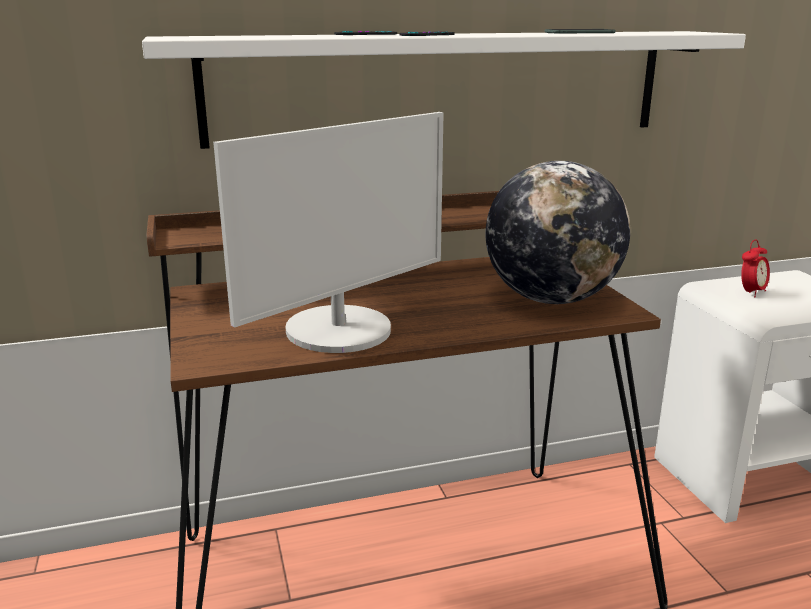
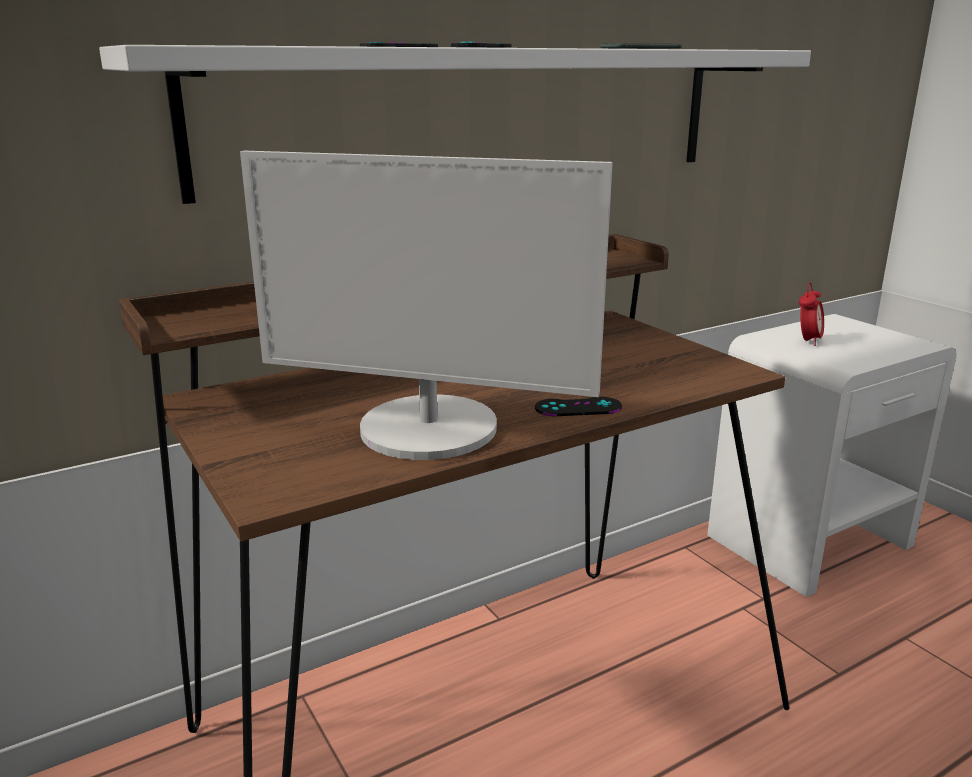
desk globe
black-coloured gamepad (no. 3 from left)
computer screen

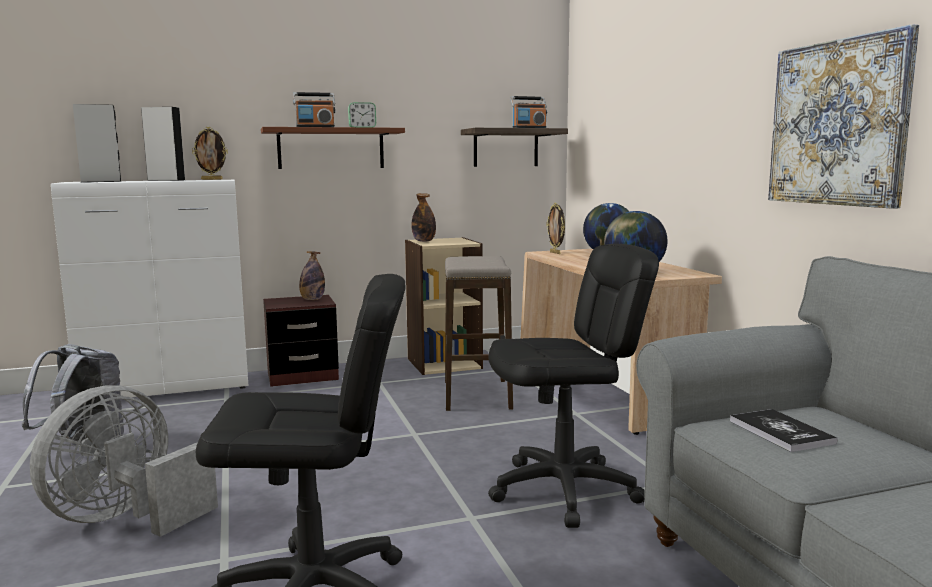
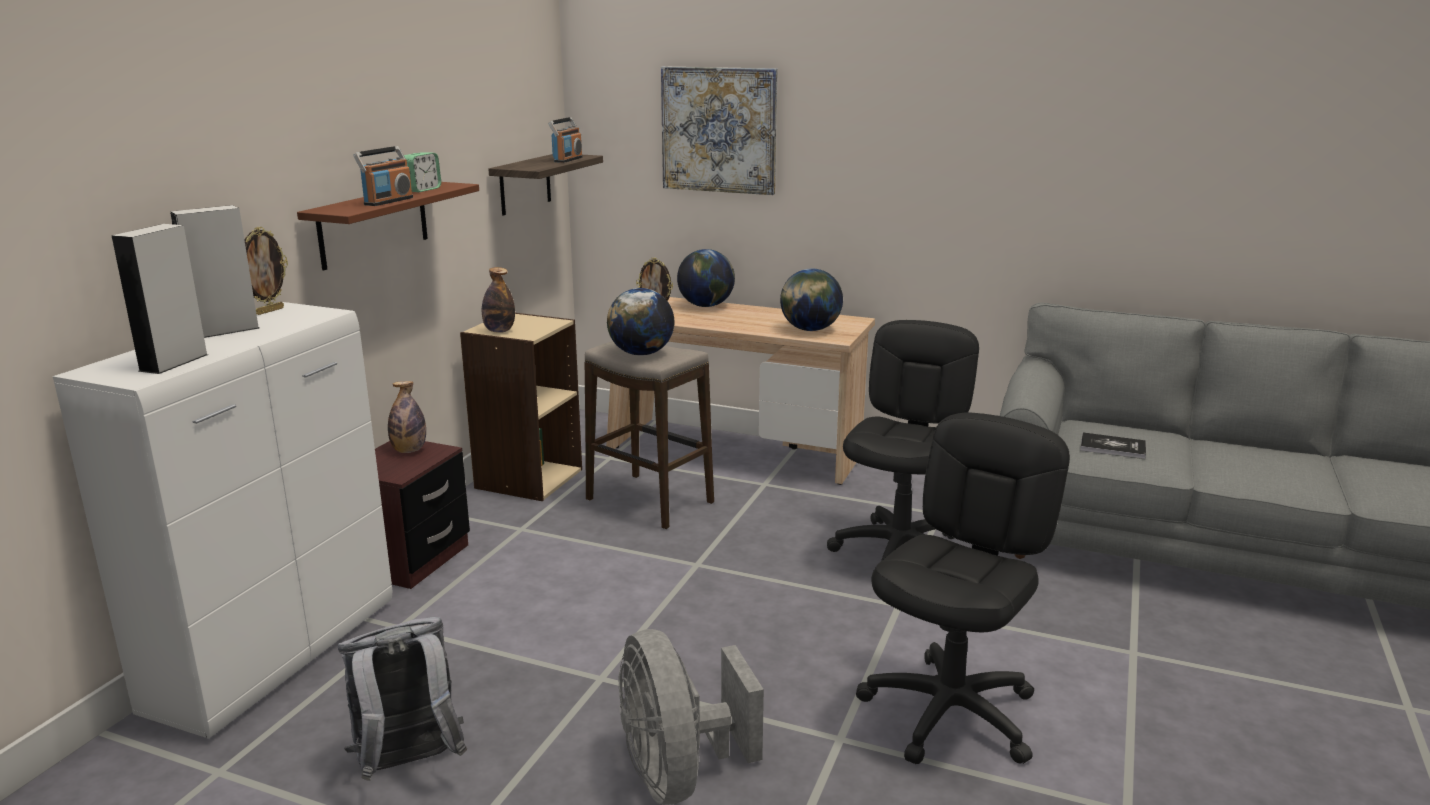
desk globe (no. 1 from left)
picture

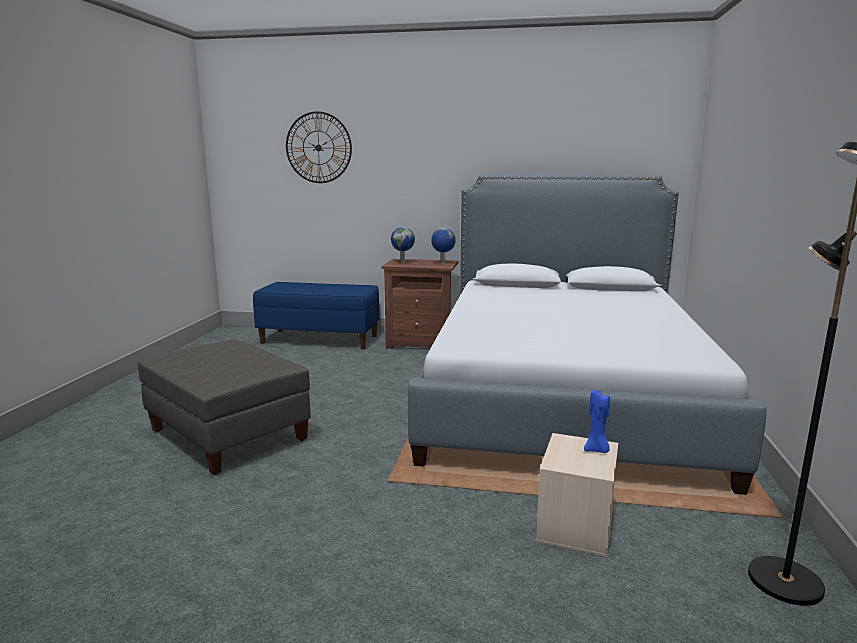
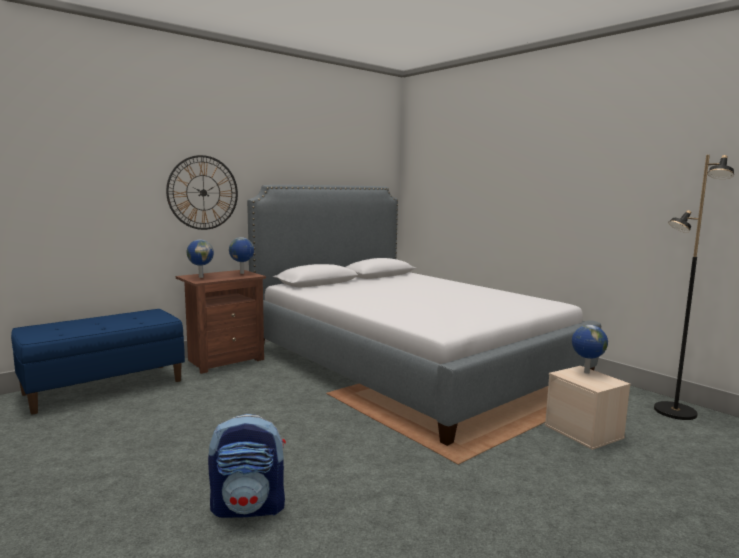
clock on the wall
knapsack
desk globe (no. 3 from left)

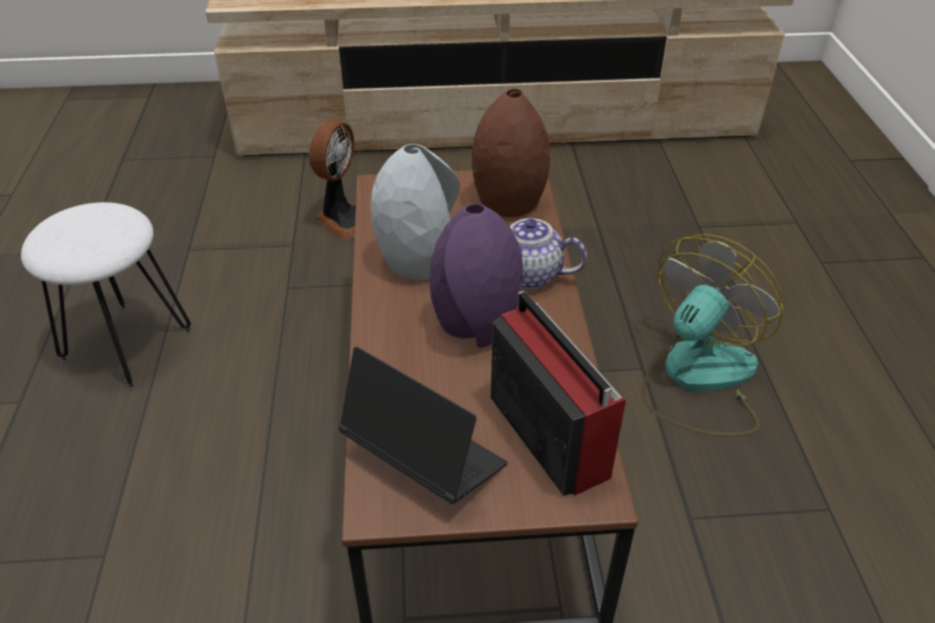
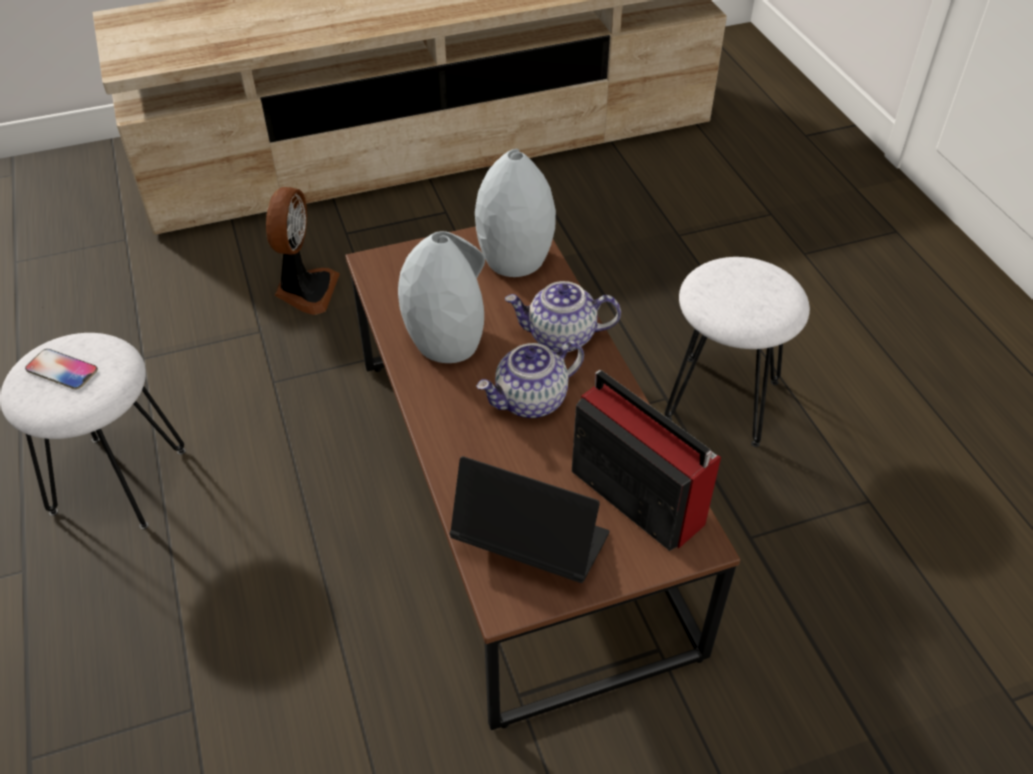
telephone
tea pot (no. 1 from left)
white-coloured stool (no. 2 from left)
grey decorative vase (no. 2 from left)

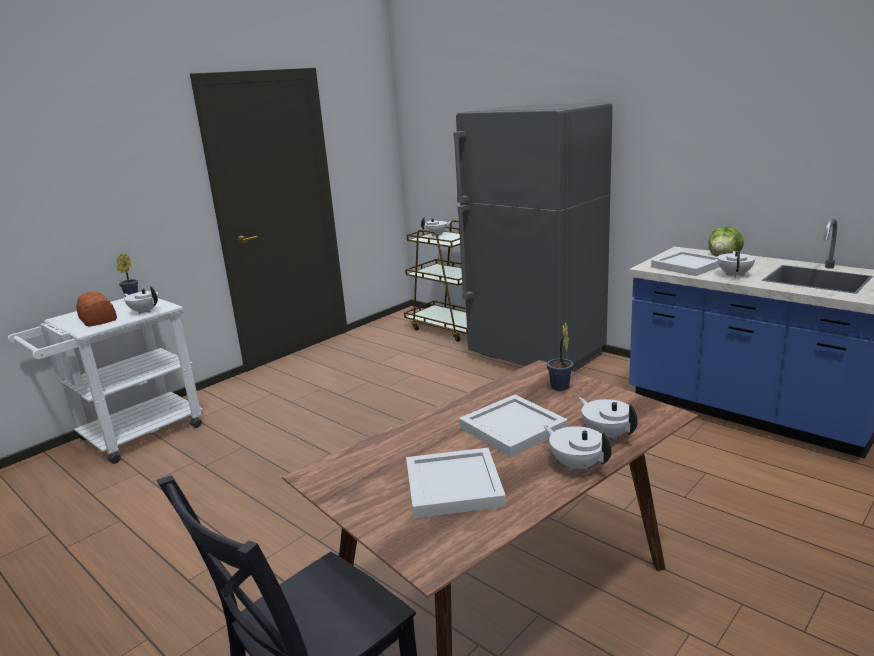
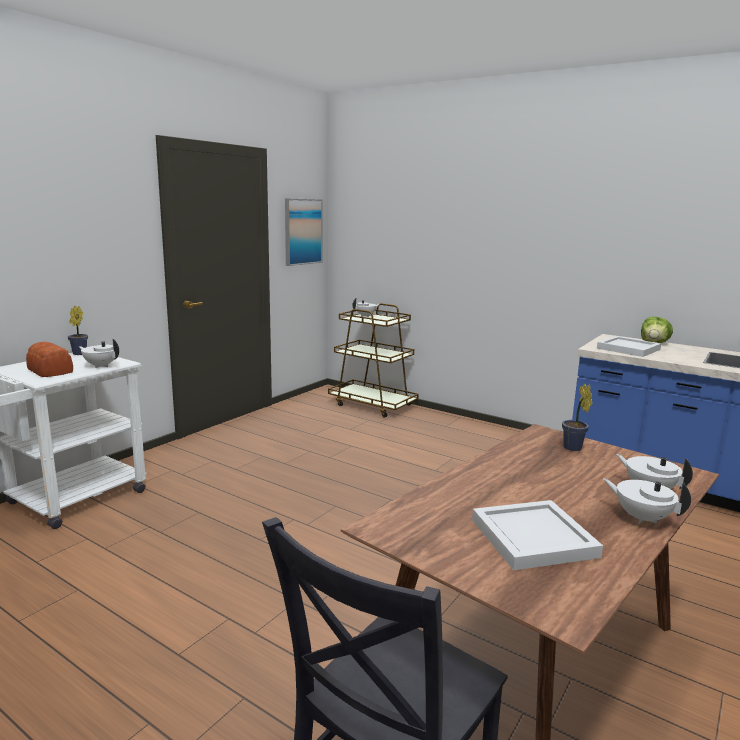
grey fridge
white-coloured tray (no. 2 from left in the first image)
white-coloured tea pot (no. 5 from left in the first image)
picture

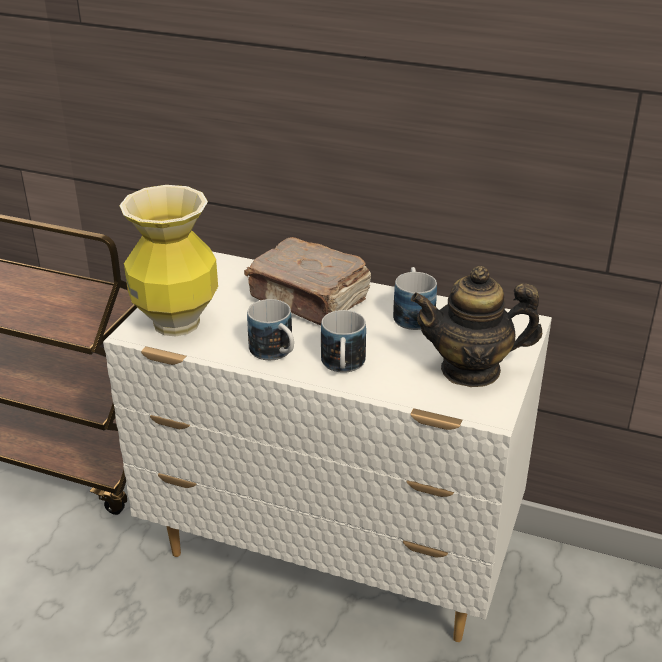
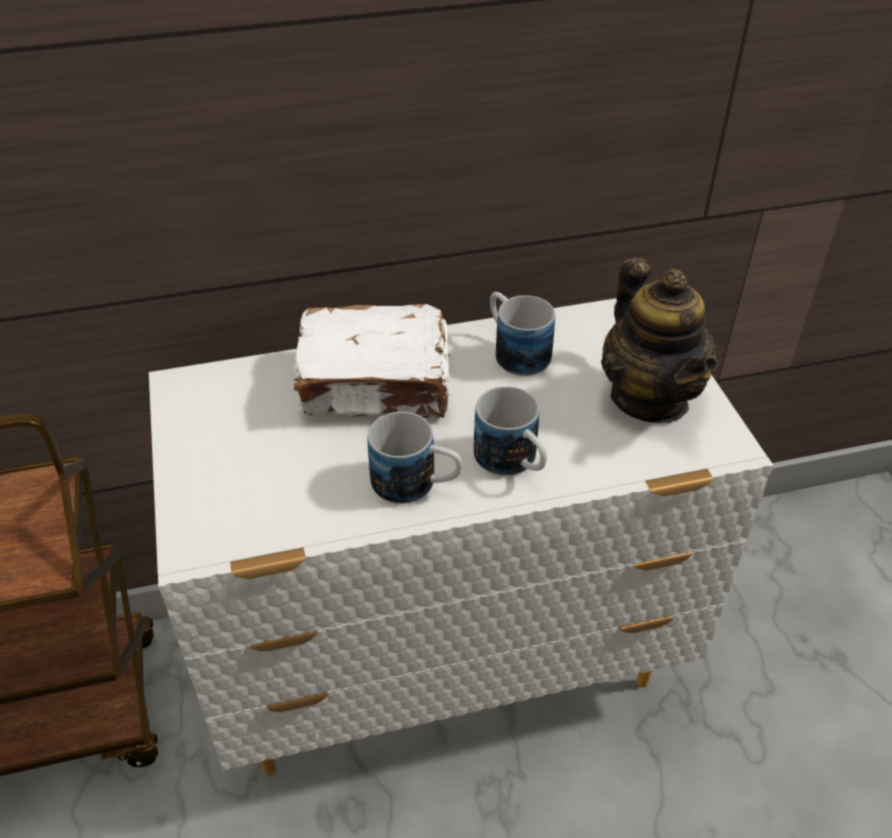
decorative vase
white-coloured book
tea pot

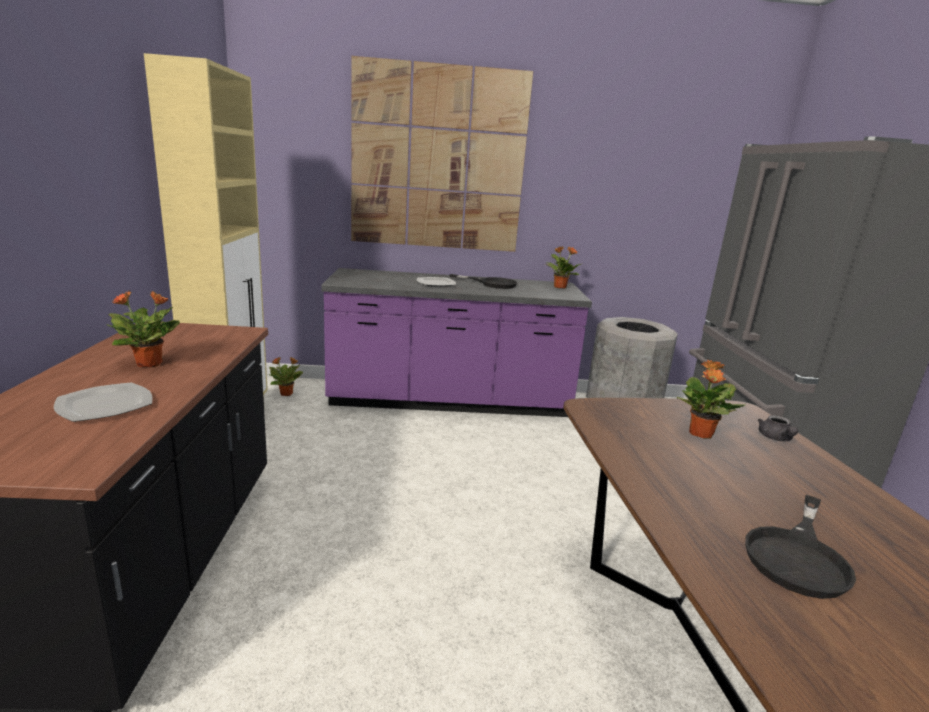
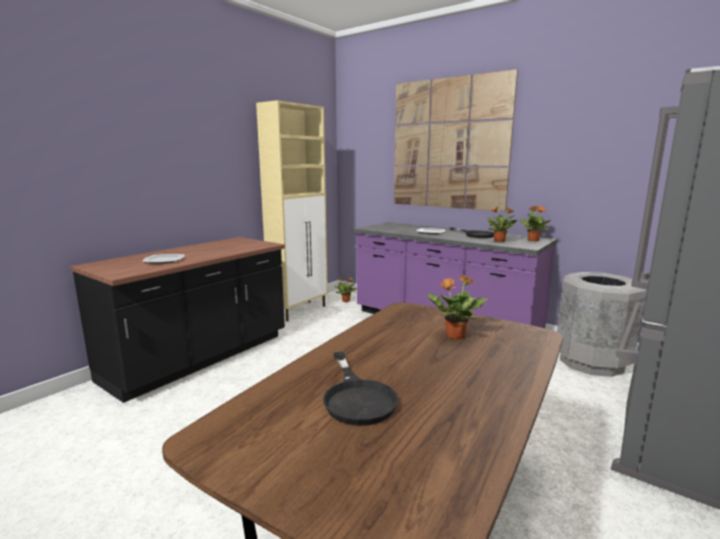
grey tea pot
plant in a pot (no. 3 from left)
black-coloured pan (no. 1 from left)

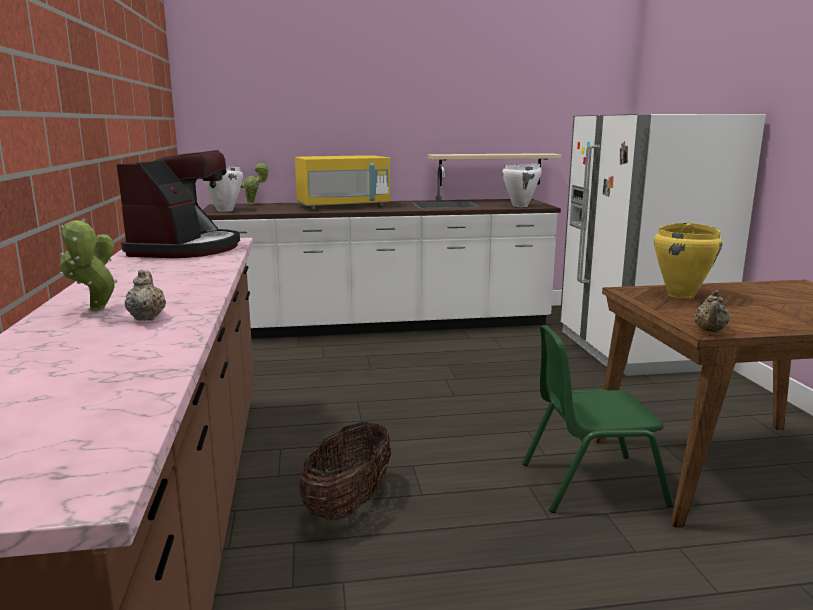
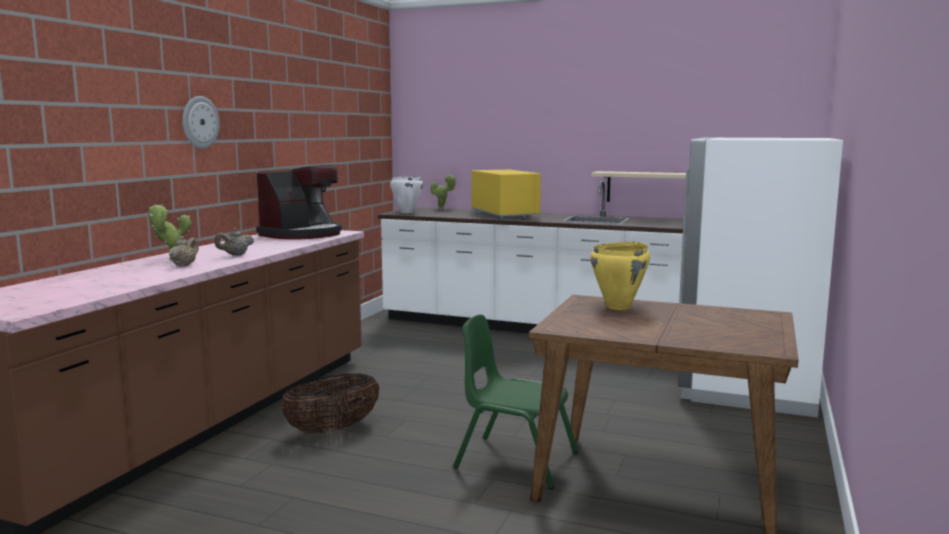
white-coloured stockpot (no. 2 from left in the first image)
clock on the wall
beige-coloured tea pot (no. 2 from left)
yellow microwave

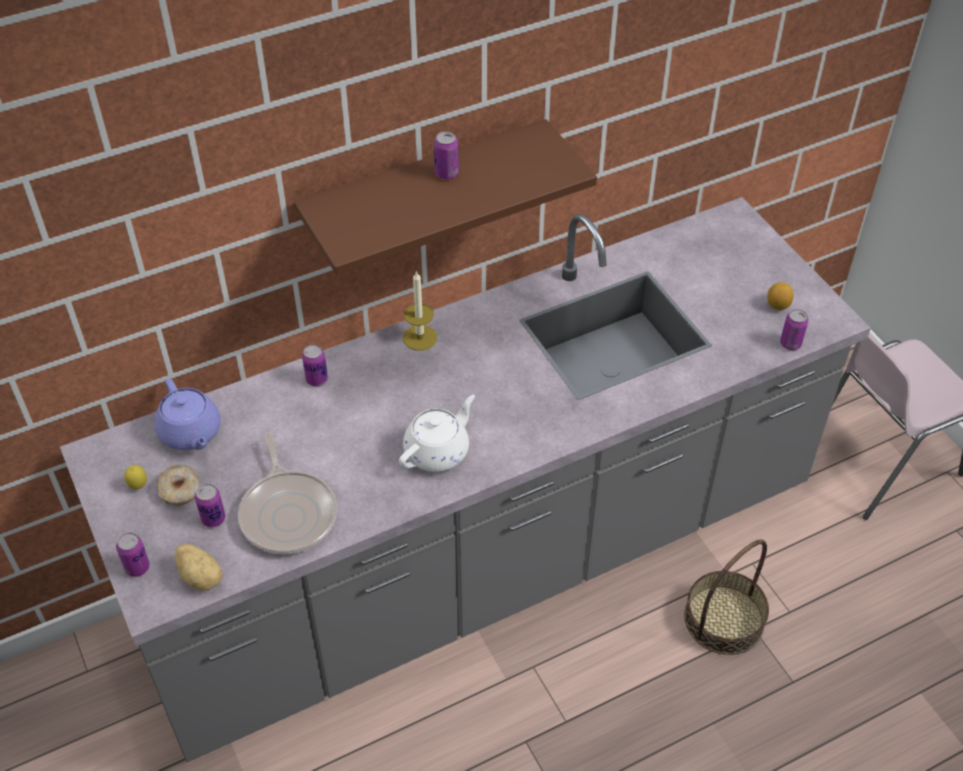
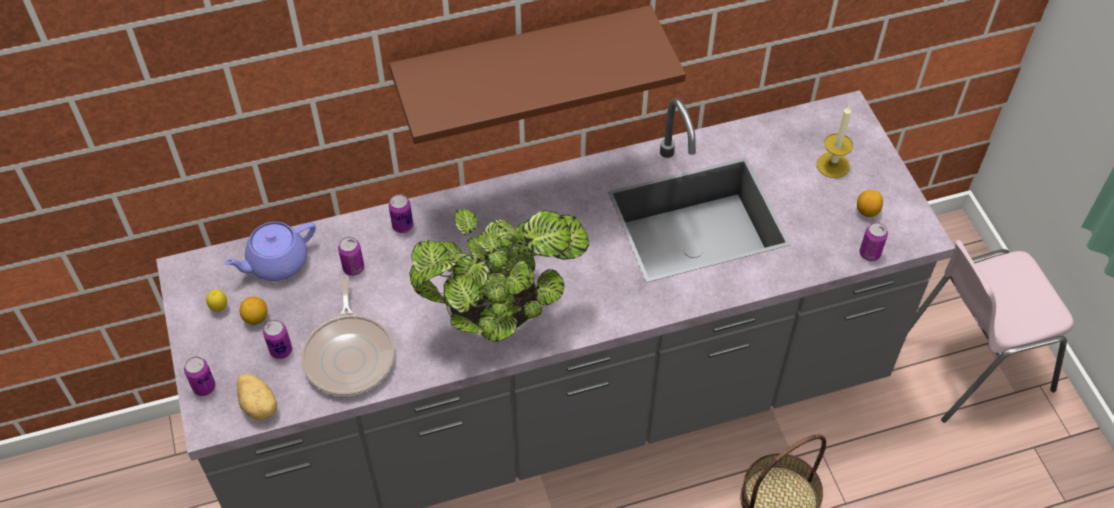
candle
metal can (no. 3 from left)
whole lemon (no. 2 from left)
plant in a pot
purple-coloured tea pot

